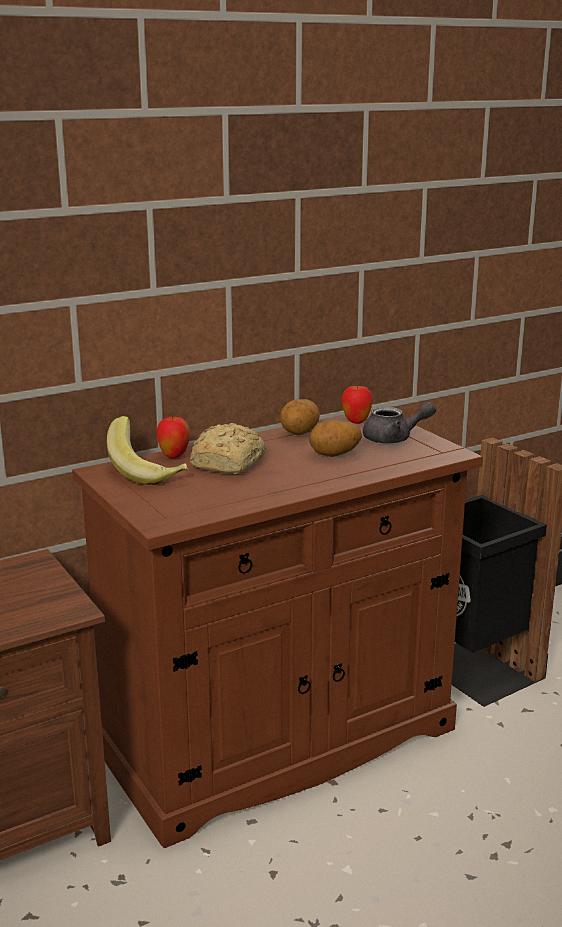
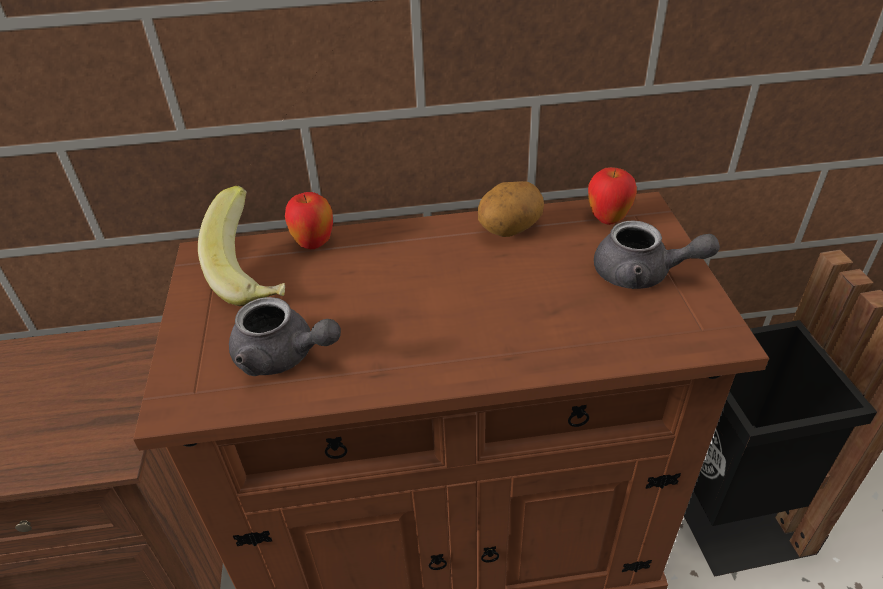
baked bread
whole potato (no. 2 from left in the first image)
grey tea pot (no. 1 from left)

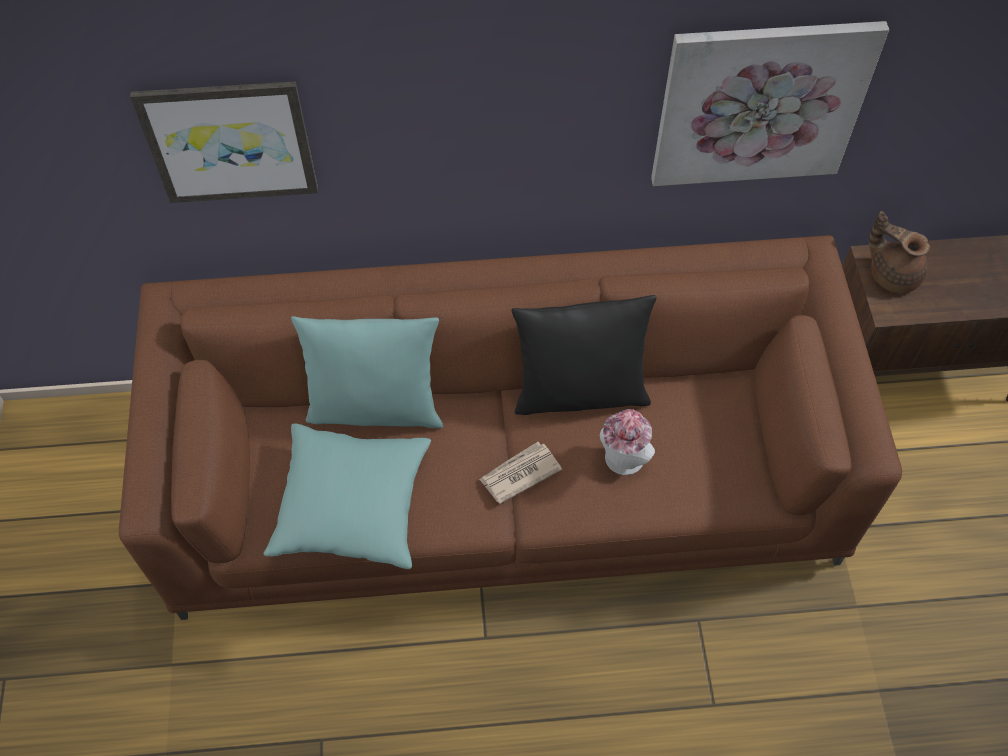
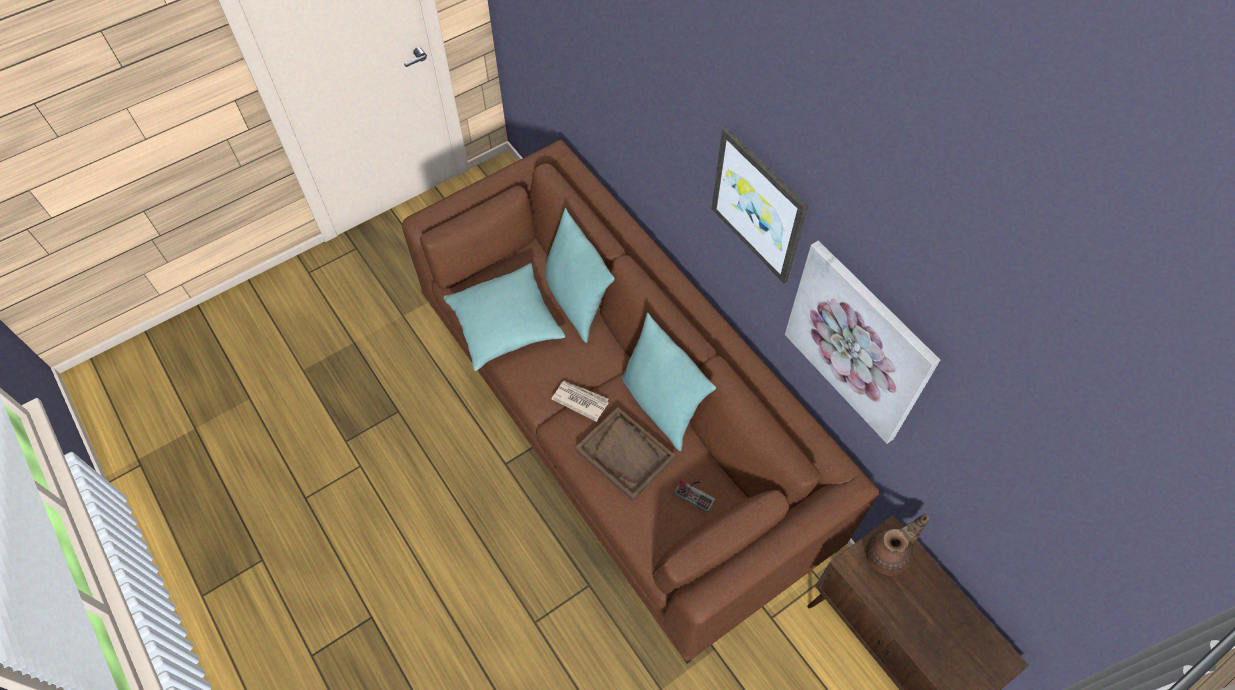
gamepad
picture (no. 1 from left)
brown-coloured tray
turquoise pillow (no. 3 from left)
brown-coloured tea pot

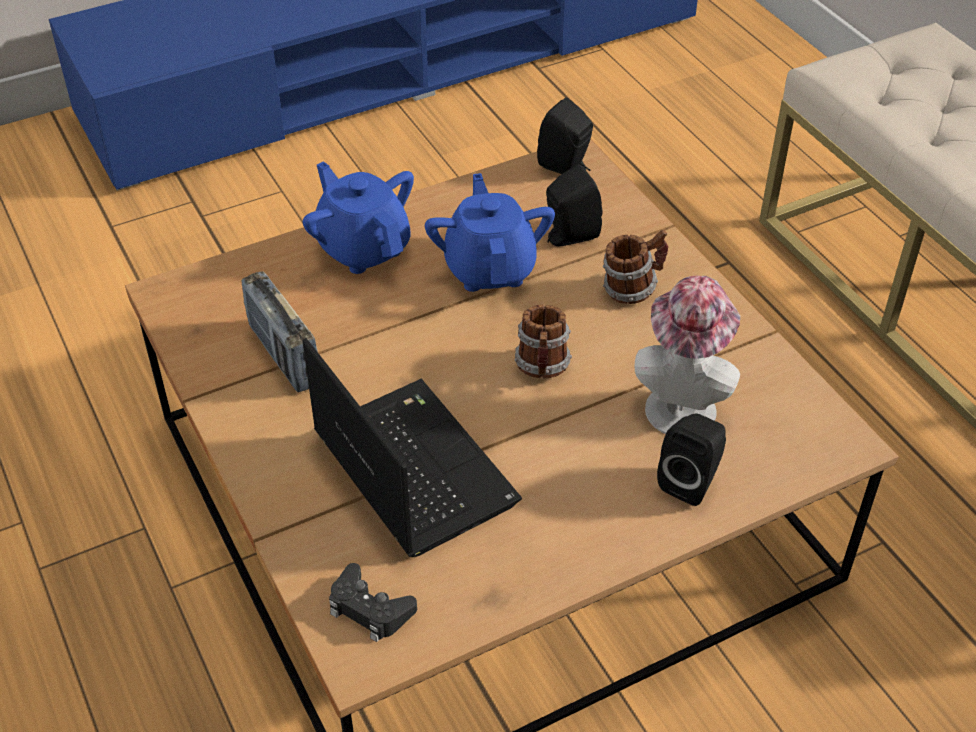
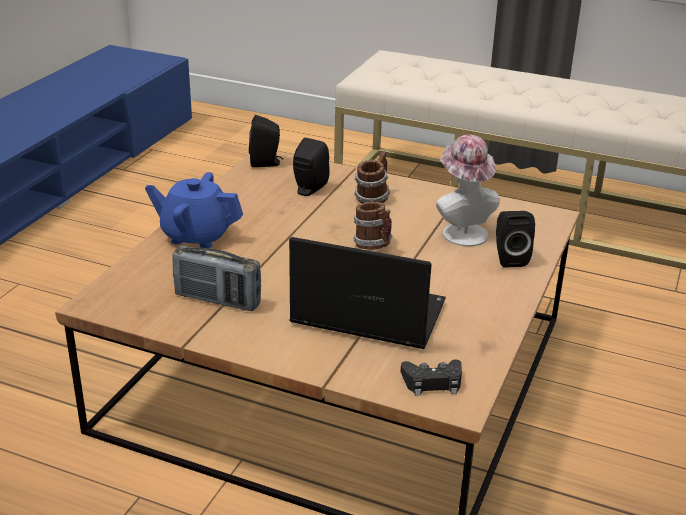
blue-coloured tea pot (no. 2 from left in the first image)

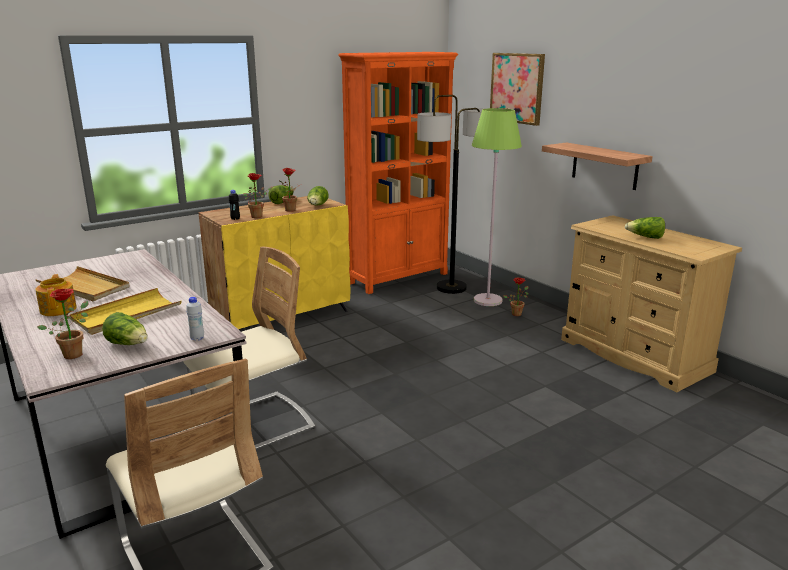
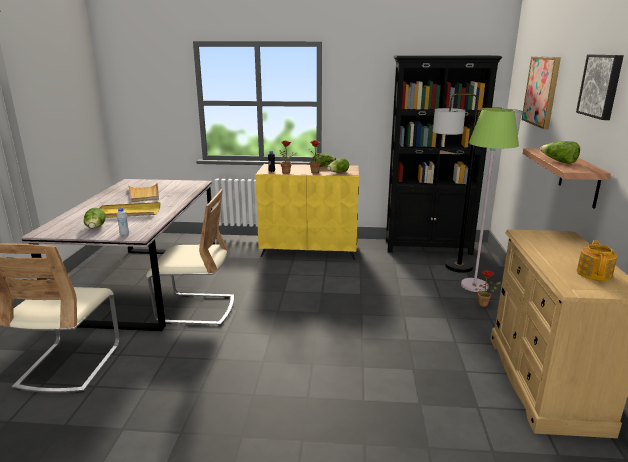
plant in a pot (no. 1 from left in the first image)
picture (no. 2 from left)
tea pot
lettuce (no. 4 from left)
black-coloured shelving unit

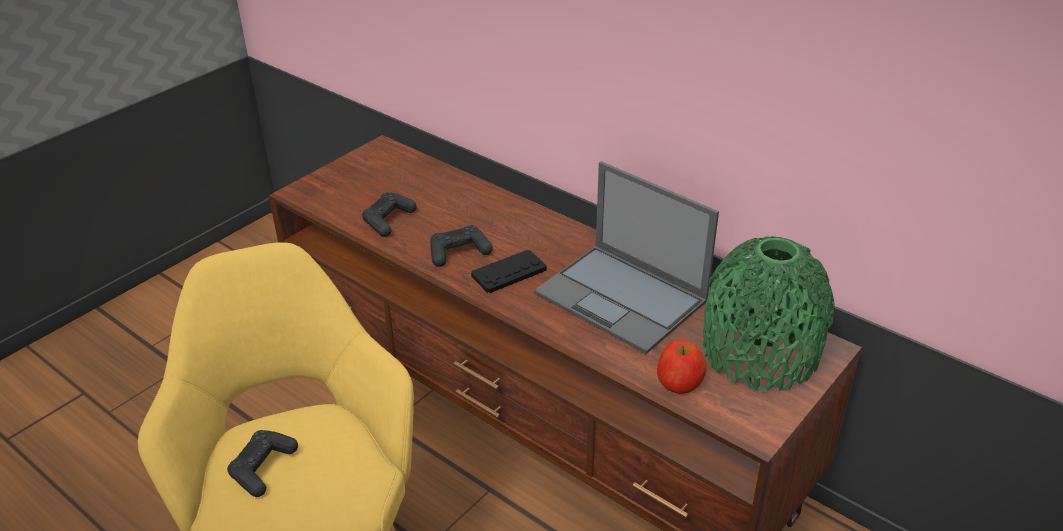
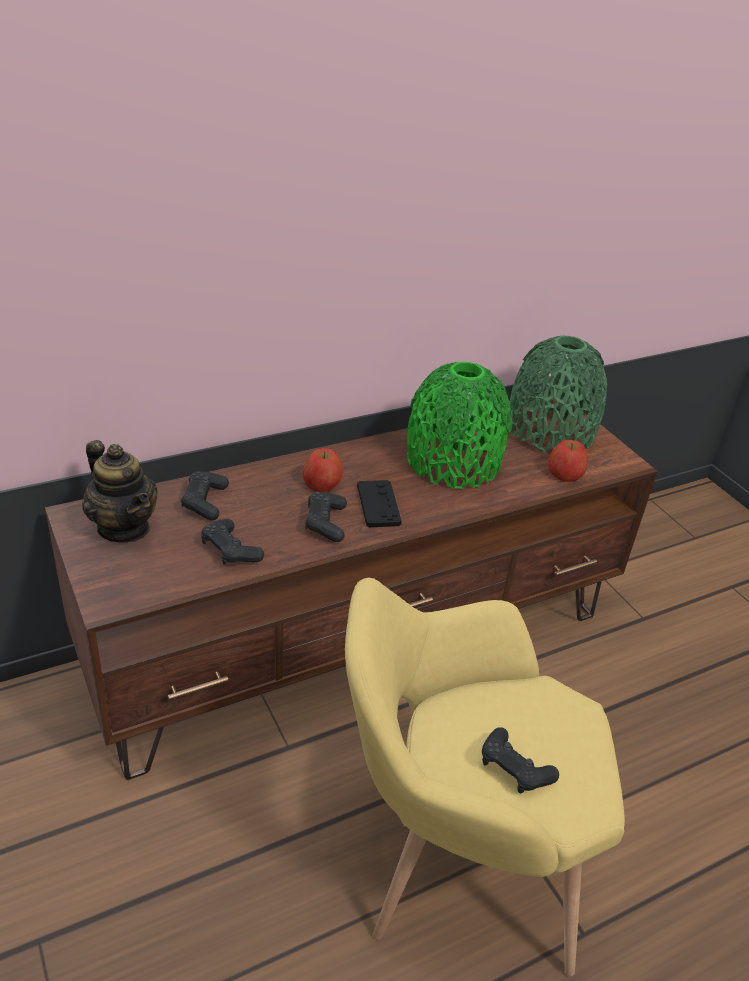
tea pot
black-coloured gamepad (no. 1 from left)
whole apple (no. 1 from left)
green decorative vase (no. 1 from left)

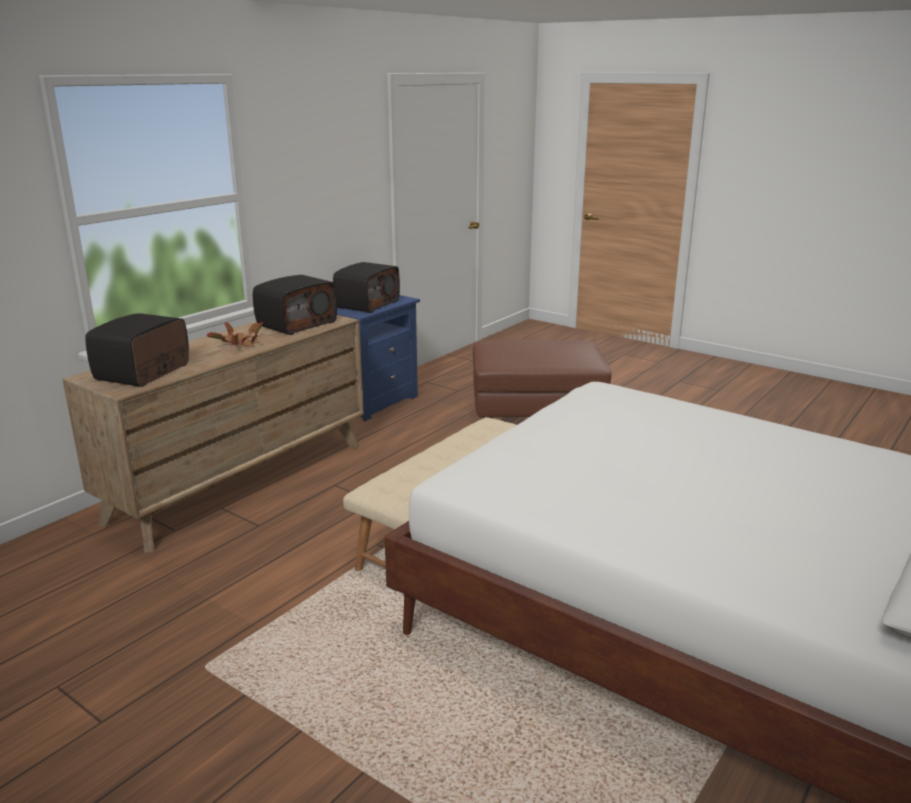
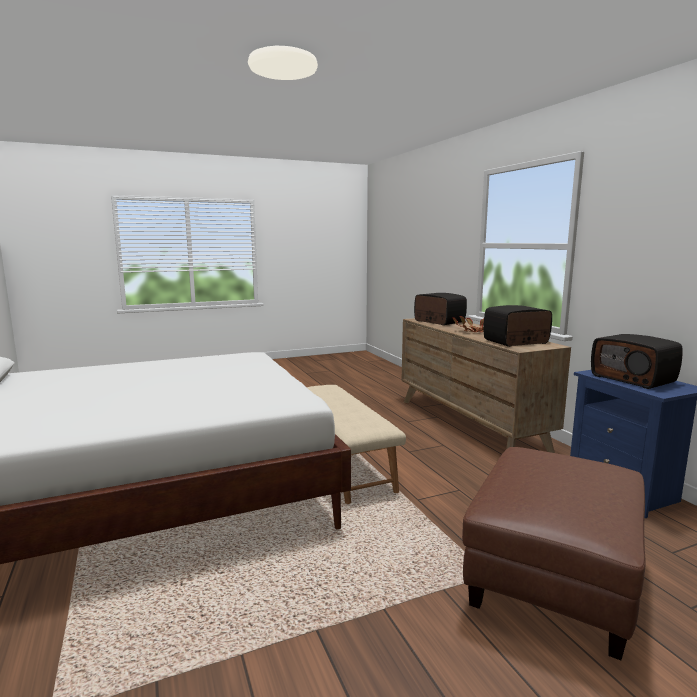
radio receiver (no. 2 from left)

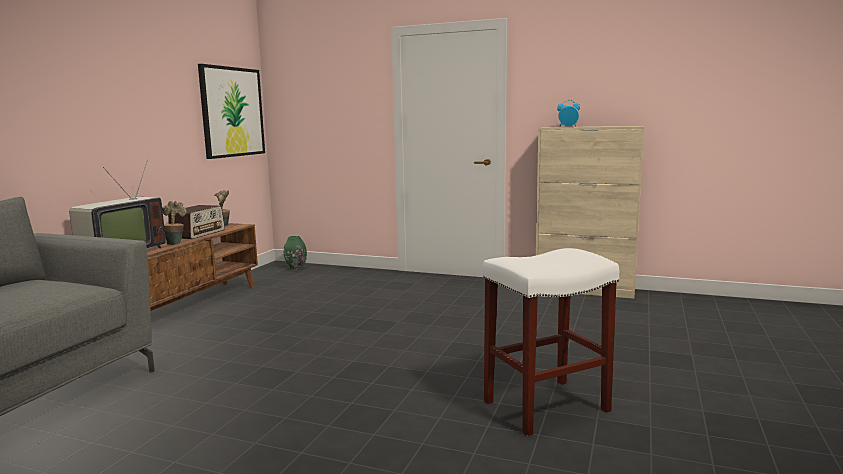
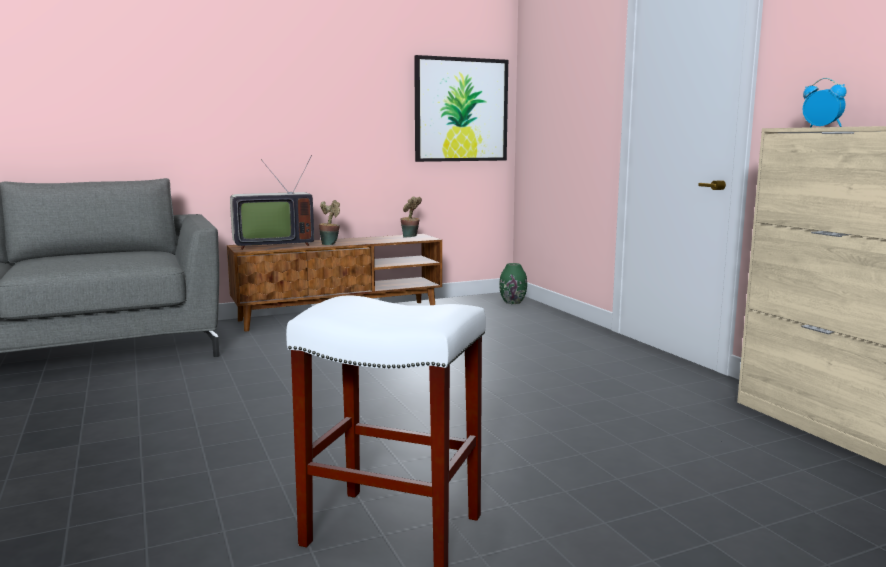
radio receiver

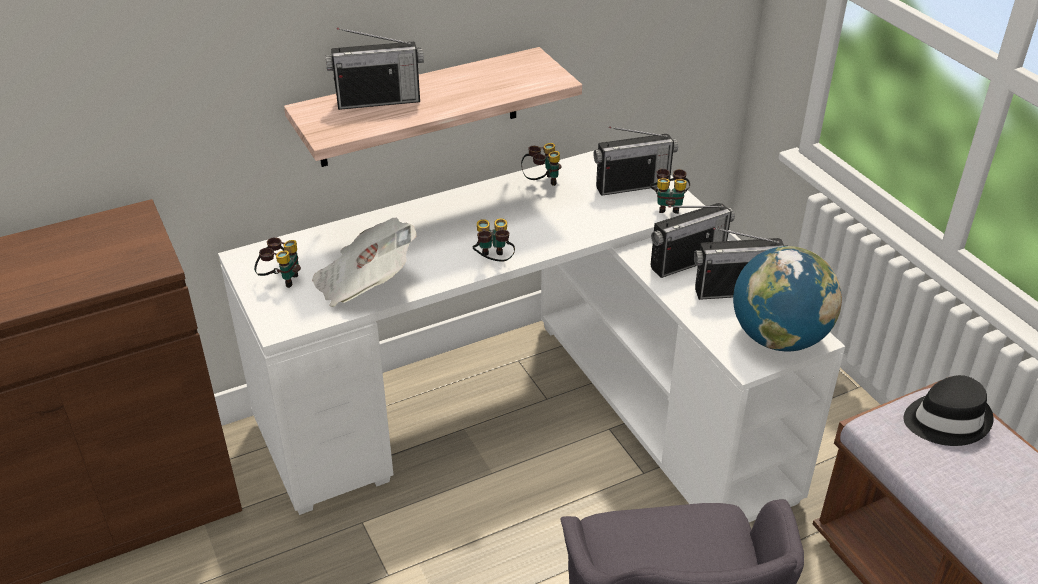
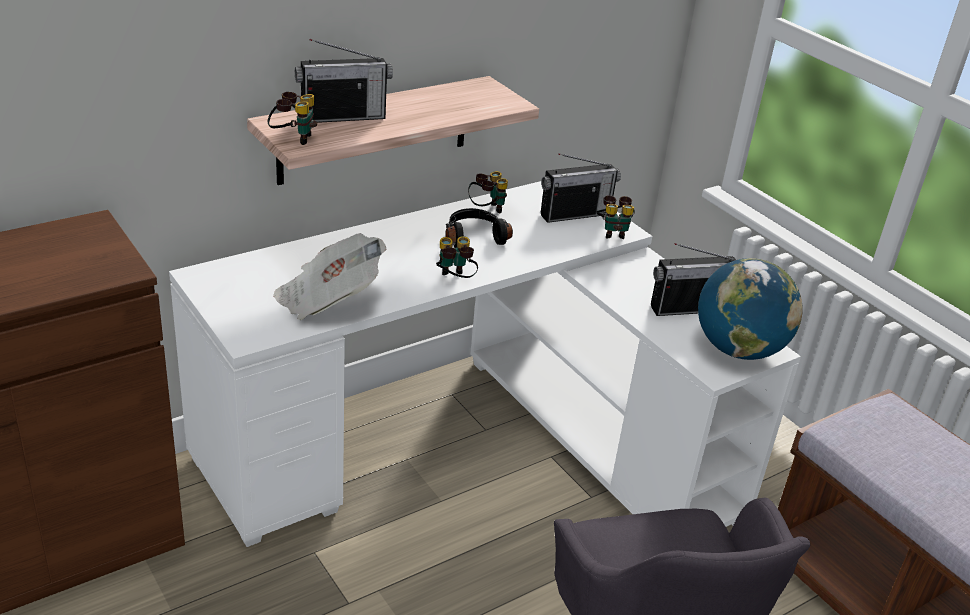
radio receiver (no. 3 from left in the first image)
black-coloured clothing hat
black-coloured headphones
binoculars (no. 1 from left)

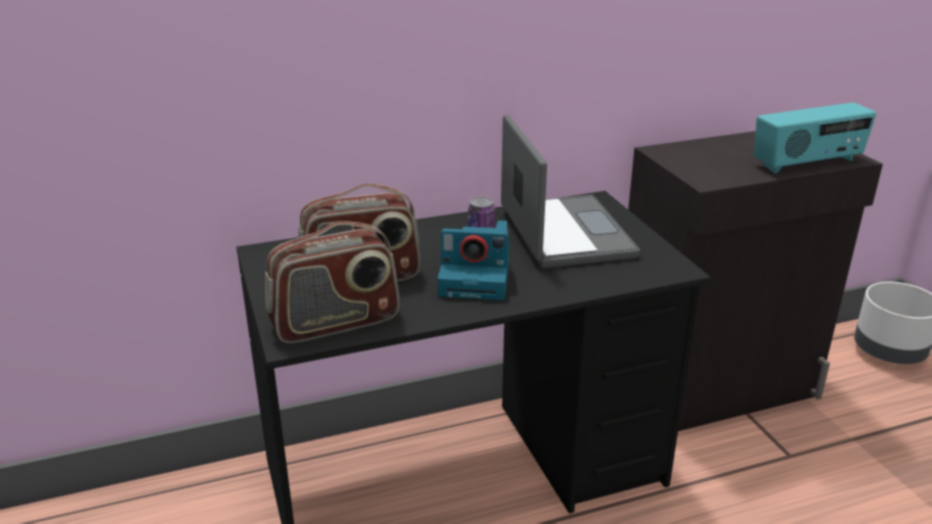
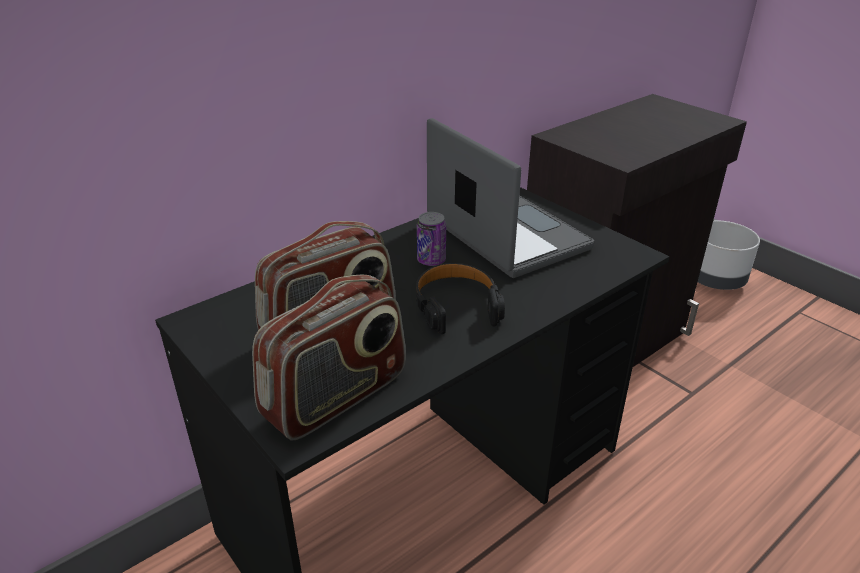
radio receiver (no. 3 from left in the first image)
black-coloured headphones

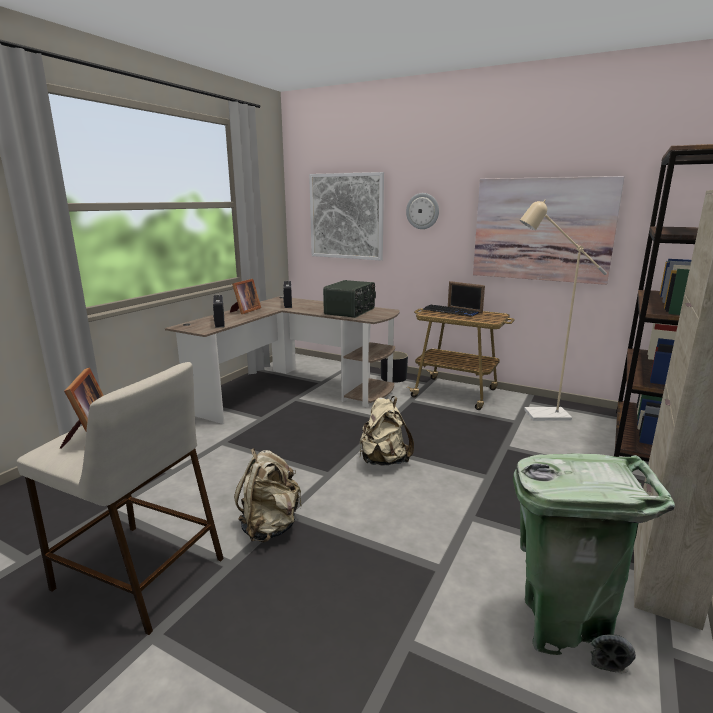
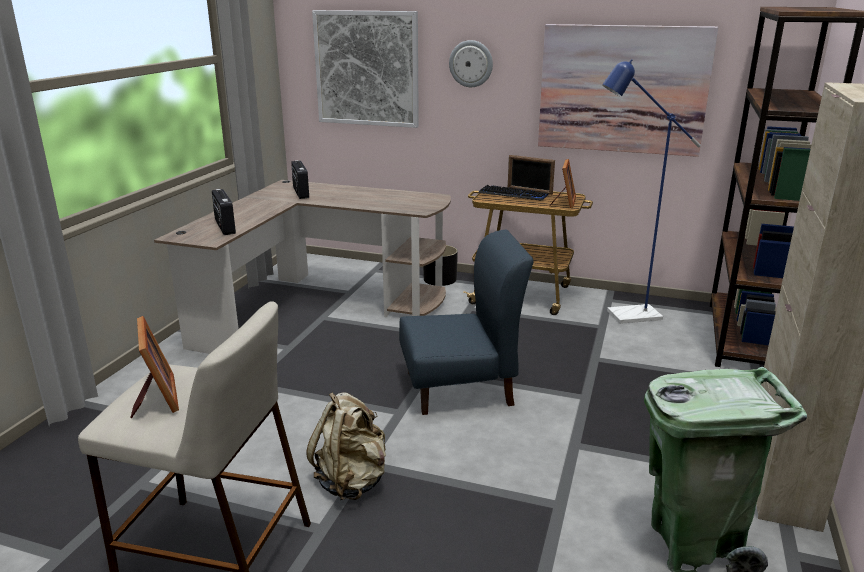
radio receiver (no. 3 from left in the first image)
picture frame (no. 3 from left)
blue-coloured upright chair
blue-coloured floor lamp

